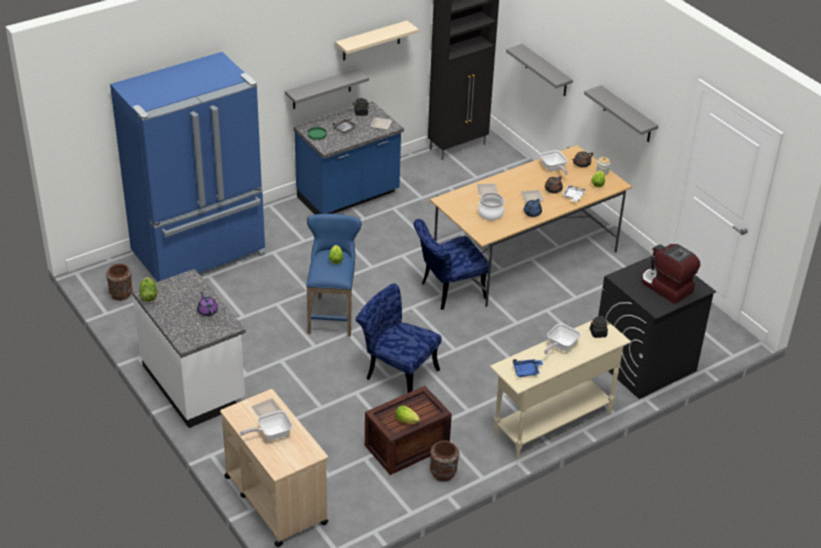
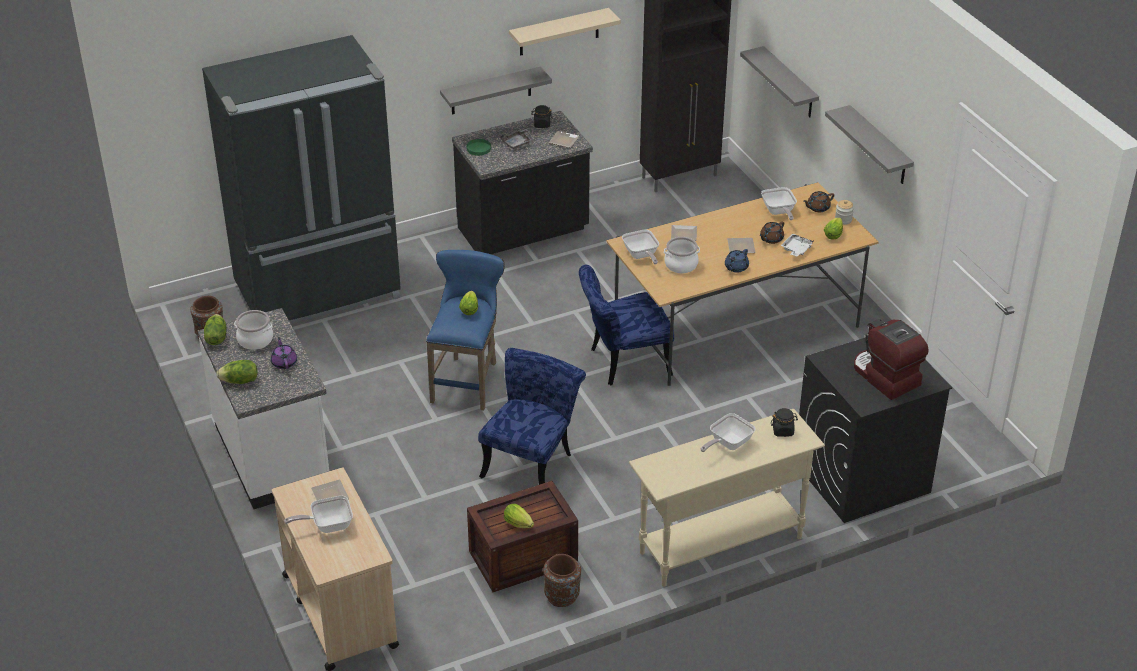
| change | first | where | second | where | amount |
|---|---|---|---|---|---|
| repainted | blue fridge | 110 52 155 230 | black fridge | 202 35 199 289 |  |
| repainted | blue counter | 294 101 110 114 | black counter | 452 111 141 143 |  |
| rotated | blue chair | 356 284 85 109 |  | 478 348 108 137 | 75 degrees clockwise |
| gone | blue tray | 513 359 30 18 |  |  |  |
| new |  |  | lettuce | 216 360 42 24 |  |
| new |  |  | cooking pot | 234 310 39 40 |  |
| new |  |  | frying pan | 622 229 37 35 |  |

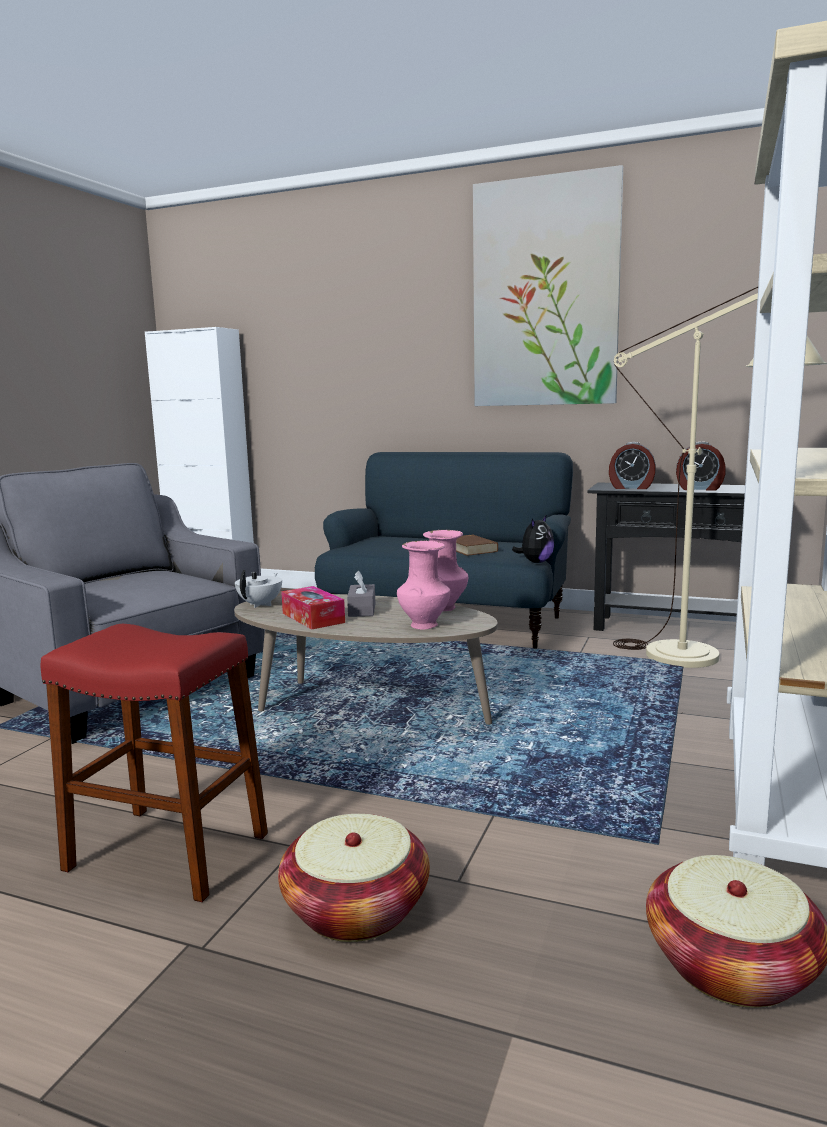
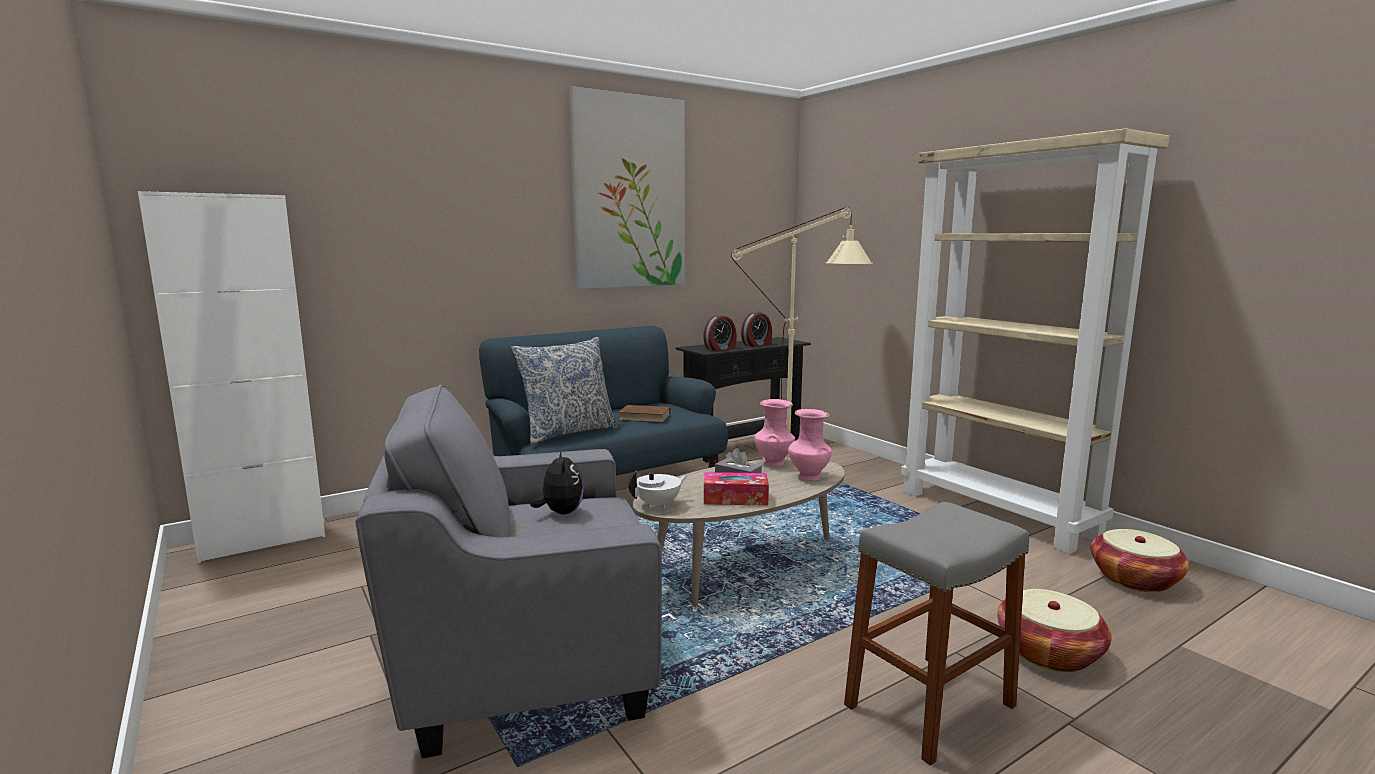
| change | first | where | second | where | amount |
|---|---|---|---|---|---|
| repainted | red stool | 41 624 227 278 | grey stool | 844 502 185 264 |  |
| rotated | white teapot | 235 570 47 38 |  | 629 470 59 39 | 90 degrees clockwise |
| shifted | plush toy | 512 516 42 47 |  | 530 449 54 66 |  |
| new |  |  | pillow | 511 337 108 108 |  |

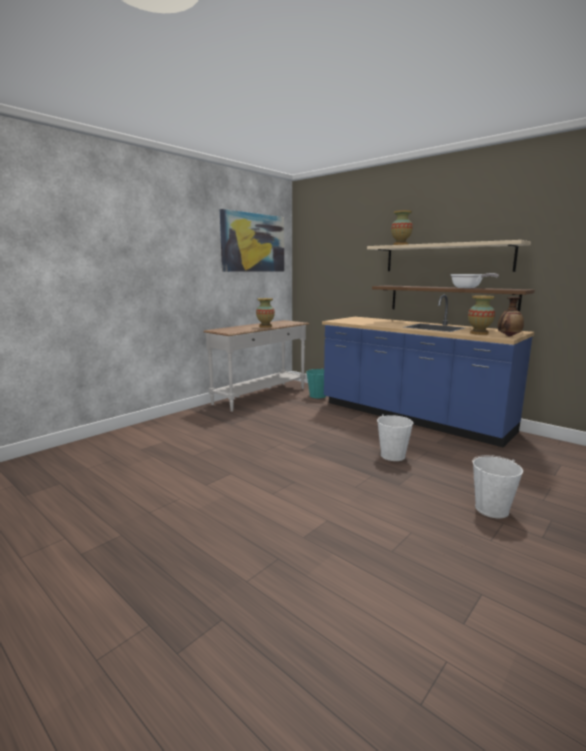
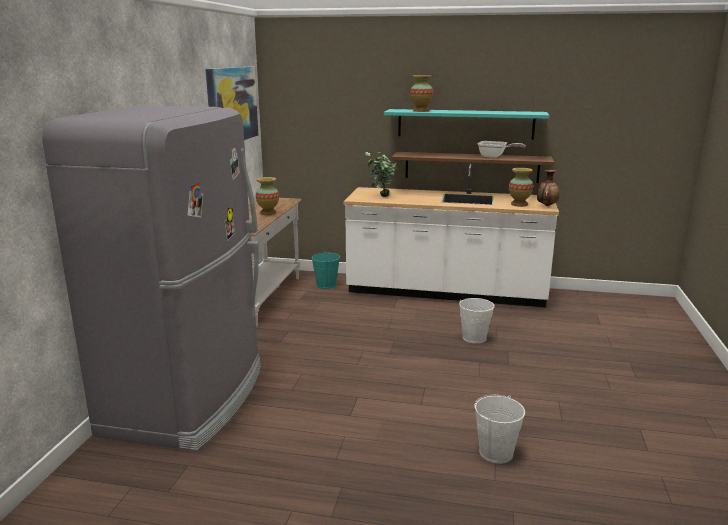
| change | first | where | second | where | amount |
|---|---|---|---|---|---|
| repainted | blue counter | 322 295 212 152 | white counter | 343 164 216 143 |  |
| repainted | beige shelf | 367 240 164 32 | turquoise shelf | 384 109 165 31 |  |
| shifted | white bucket | 472 455 51 63 |  | 474 395 51 69 |  |
| new |  |  | grey fridge | 42 105 219 346 |  |
| new |  |  | potted plant | 365 152 34 45 |  |

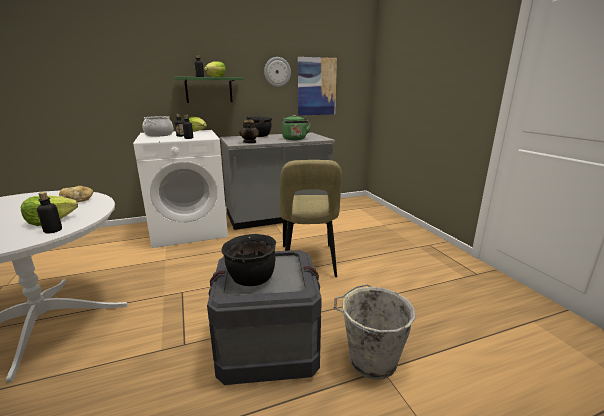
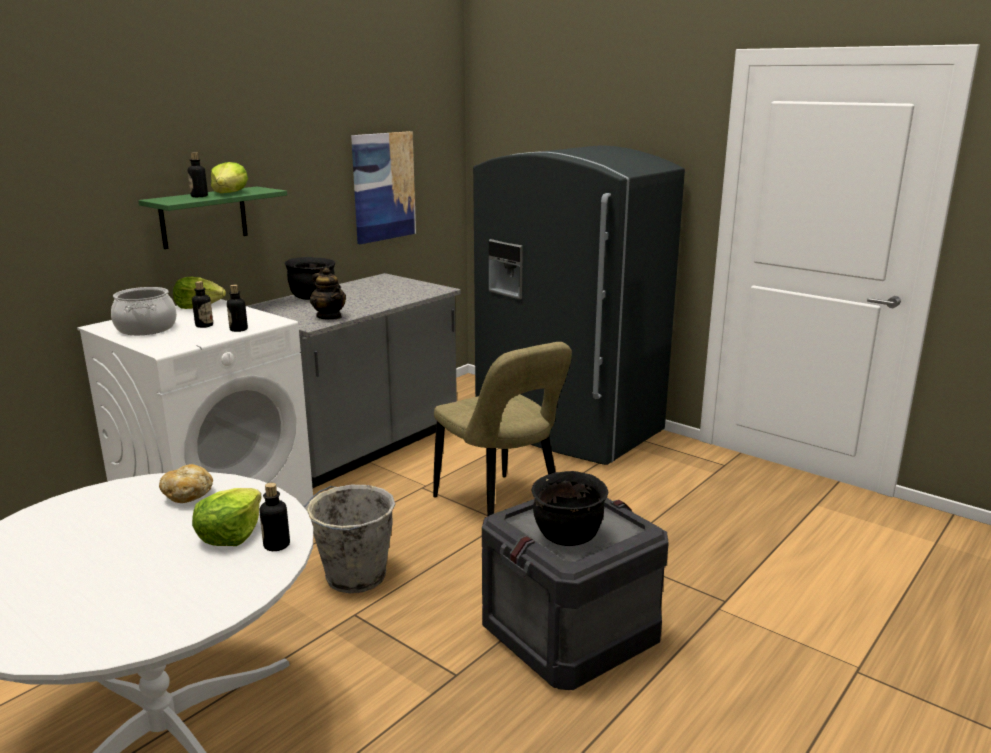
| change | first | where | second | where | amount |
|---|---|---|---|---|---|
| gone | wall clock | 264 57 27 30 |  |  |  |
| gone | green kettle | 282 115 30 25 |  |  |  |
| shifted | grey bucket | 334 284 81 96 |  | 303 485 92 108 |  |
| new |  |  | grey fridge | 473 146 212 319 |  |

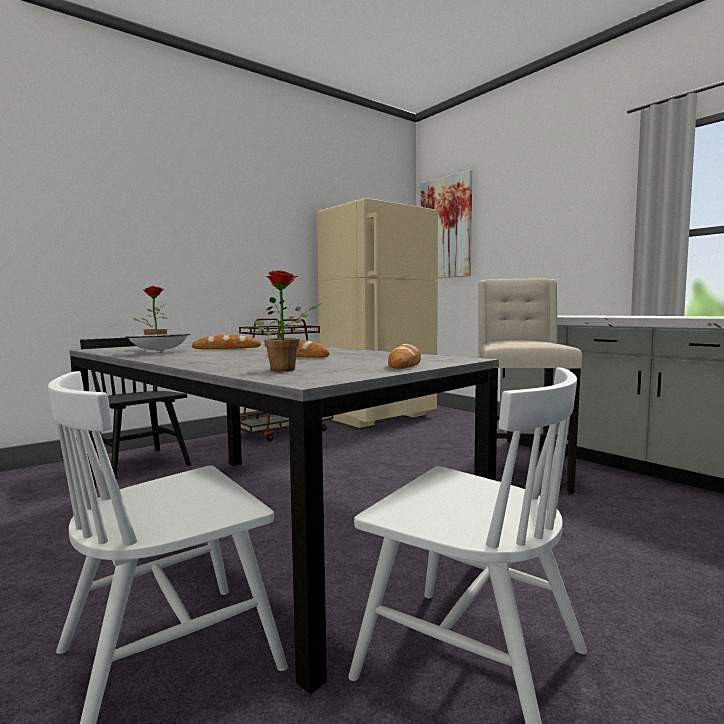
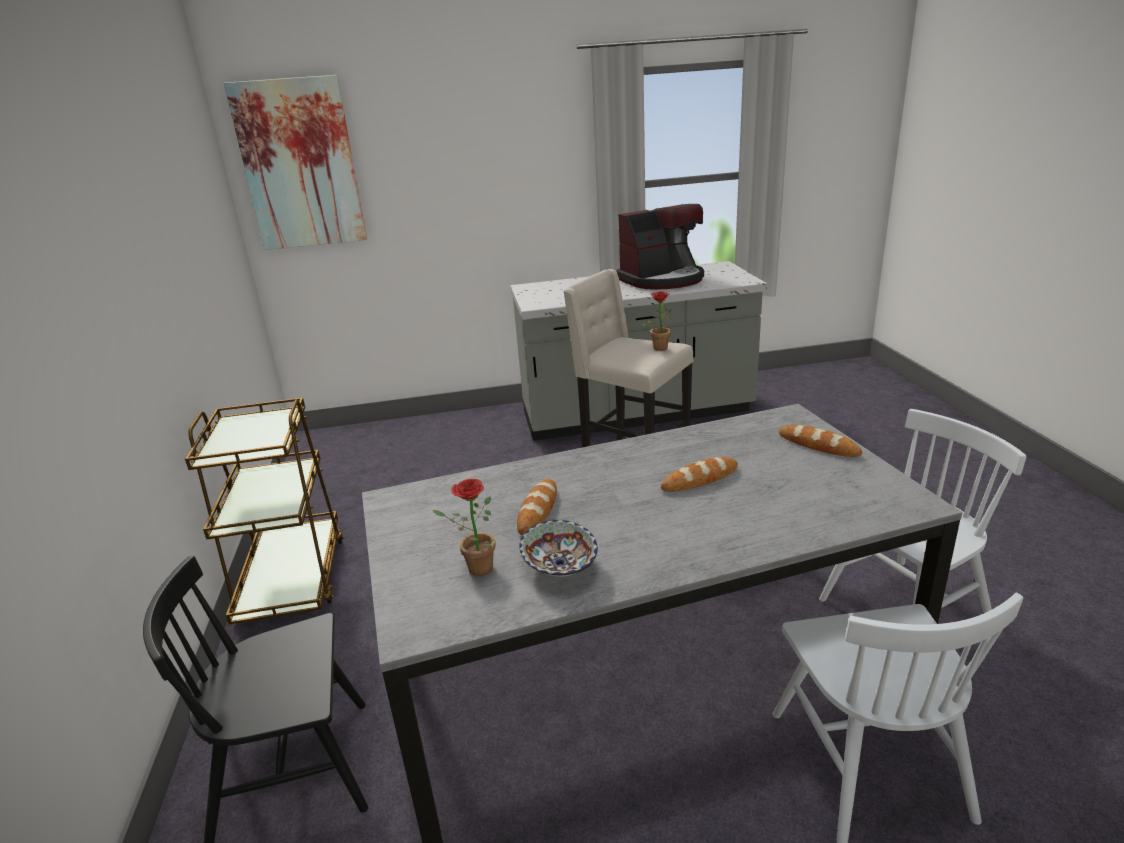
| change | first | where | second | where | amount |
|---|---|---|---|---|---|
| shifted | potted plant | 255 270 66 101 |  | 642 292 30 59 |  |
| gone | beige fridge | 317 198 121 230 |  |  |  |
| new |  |  | coffee machine | 616 204 88 86 |  |

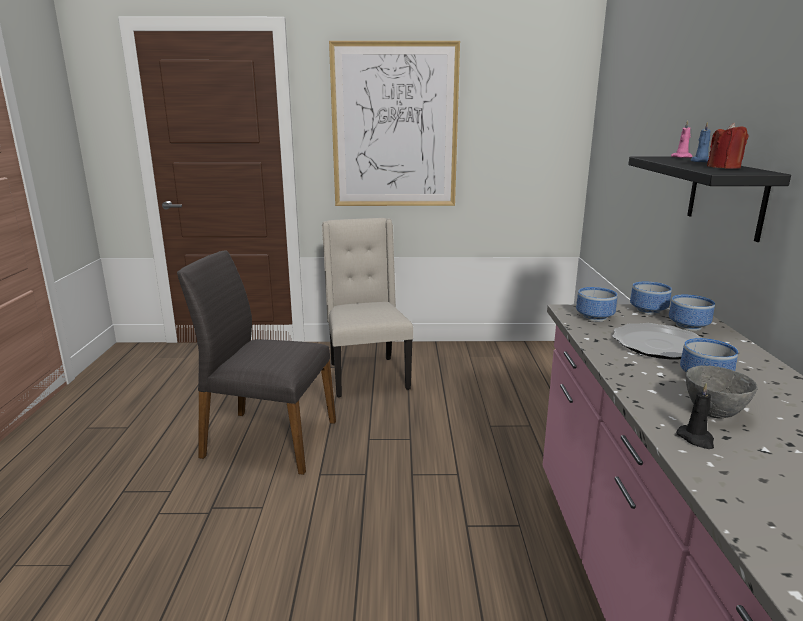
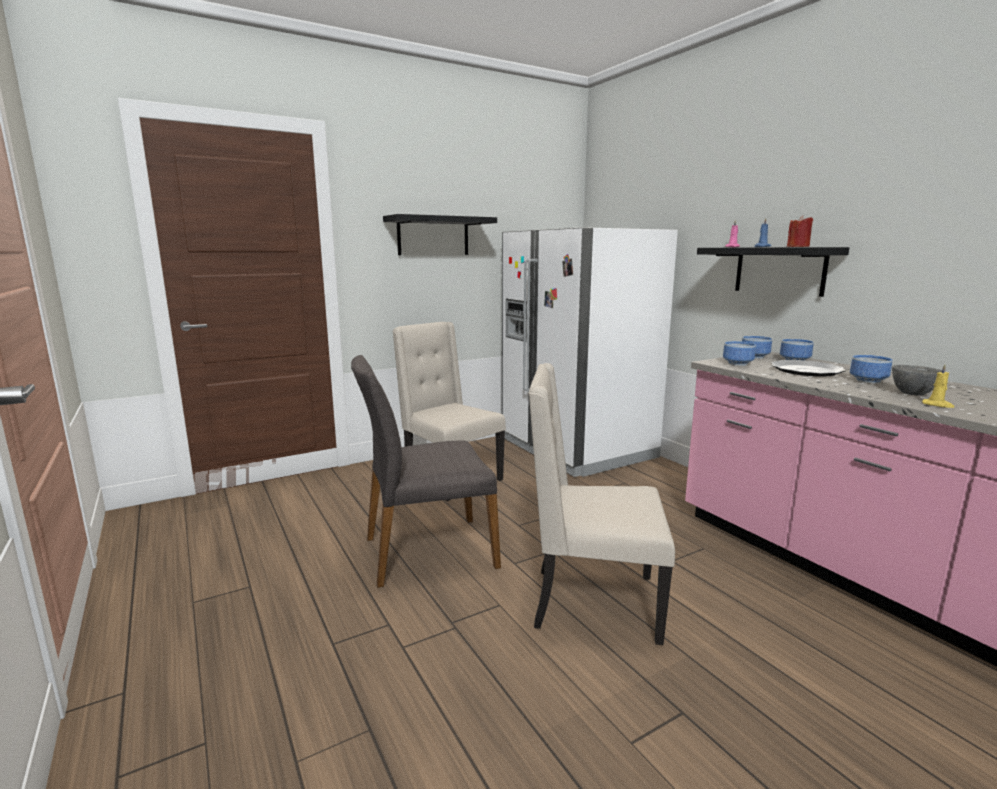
| change | first | where | second | where | amount |
|---|---|---|---|---|---|
| swapped | picture | 329 41 131 165 | black shelf | 383 214 114 41 |  |
| repainted | black candle | 676 383 38 66 | yellow candle | 922 364 32 44 |  |
| new |  |  | white fridge | 502 227 176 250 |  |
| new |  |  | beige chair | 528 363 147 282 |  |

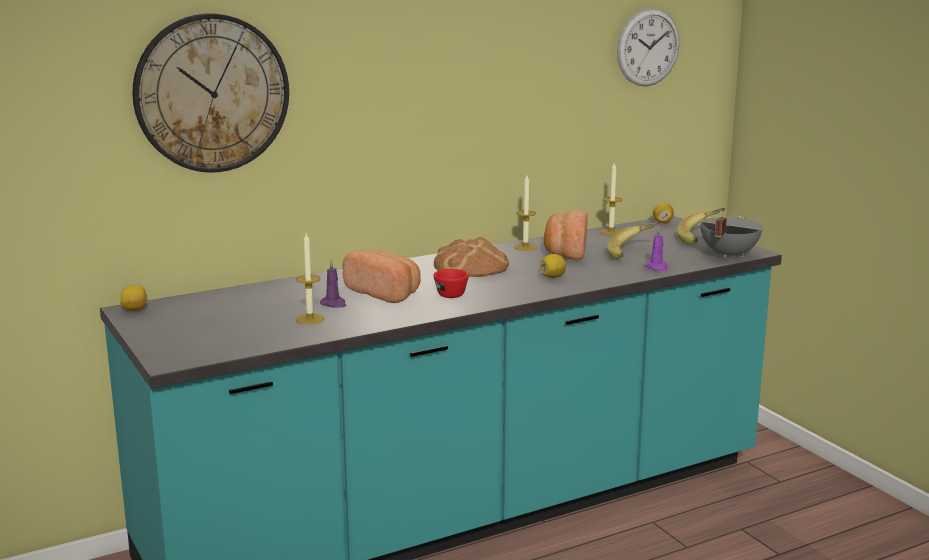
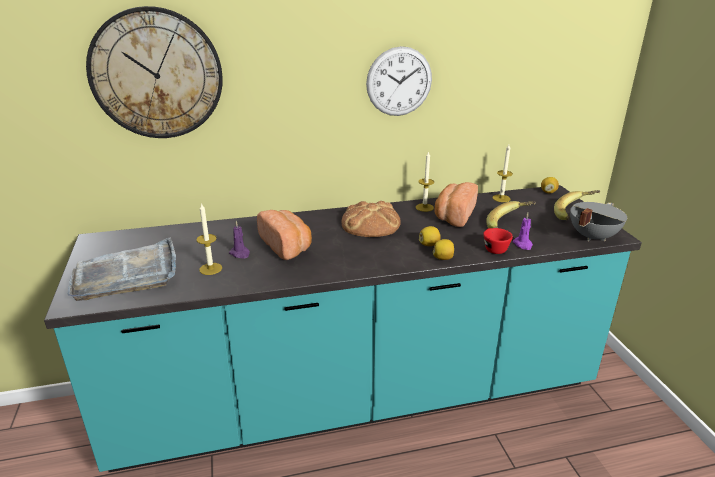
| change | first | where | second | where | amount |
|---|---|---|---|---|---|
| shifted | lemon | 120 285 28 26 |  | 433 239 21 21 |  |
| shifted | red cup | 433 269 36 29 |  | 483 228 30 26 |  |
| shifted | wall clock | 617 8 62 78 |  | 366 46 66 70 |  |
| new |  |  | grey tray | 68 237 108 64 |  |

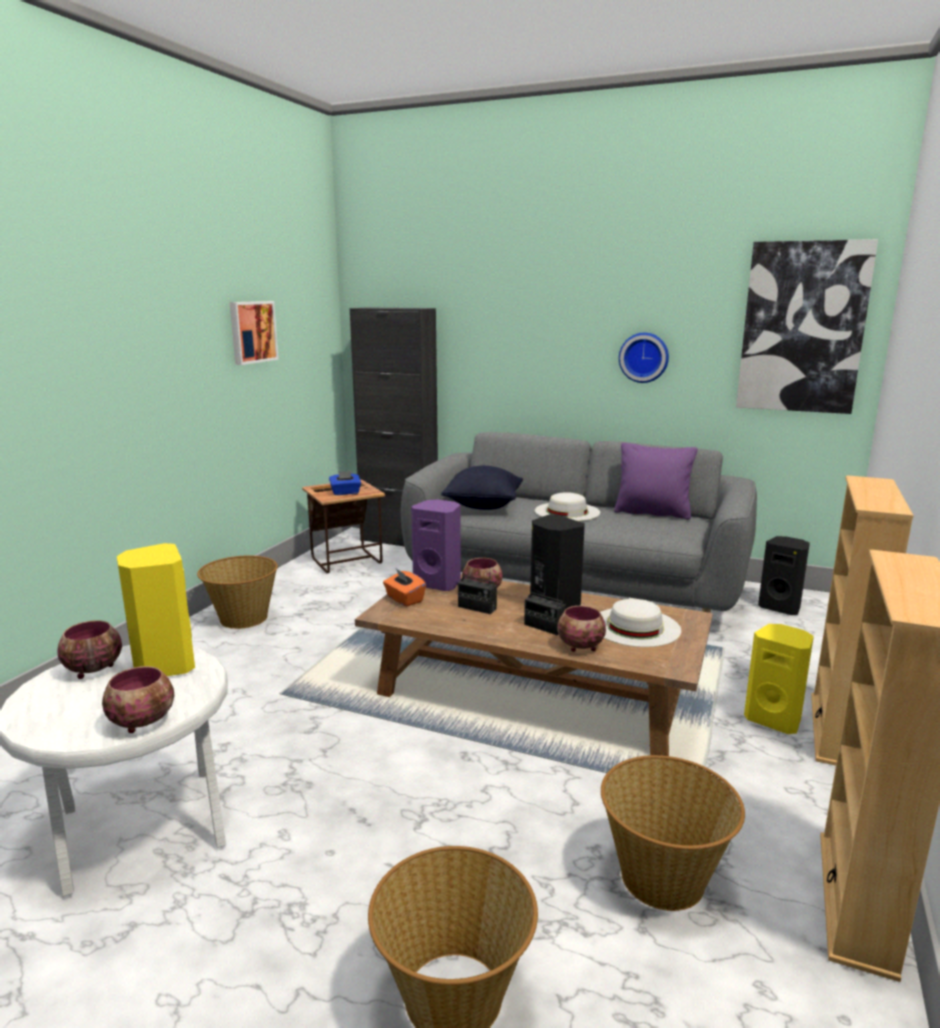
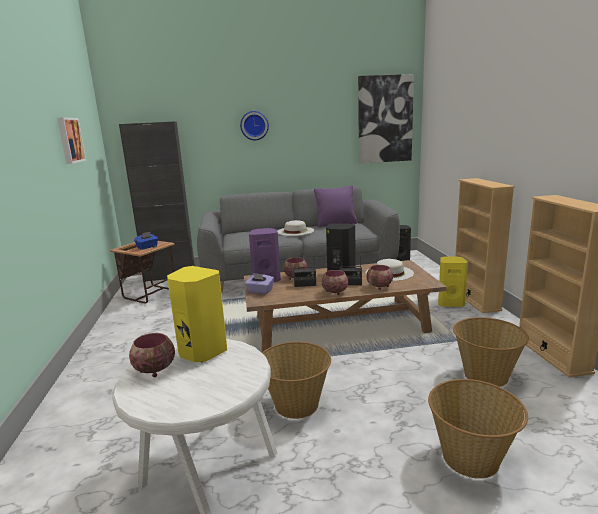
| change | first | where | second | where | amount |
|---|---|---|---|---|---|
| shifted | bowl | 102 666 72 67 |  | 322 270 26 25 |  |
| shifted | basket | 197 556 81 73 |  | 262 342 69 77 |  |
| repainted | orange tissue box | 383 569 43 38 | purple tissue box | 245 273 29 21 |  |
| gone | black pillow | 441 466 82 44 |  |  |  |
| shifted | wall clock | 619 333 50 50 |  | 240 111 29 30 |  |

